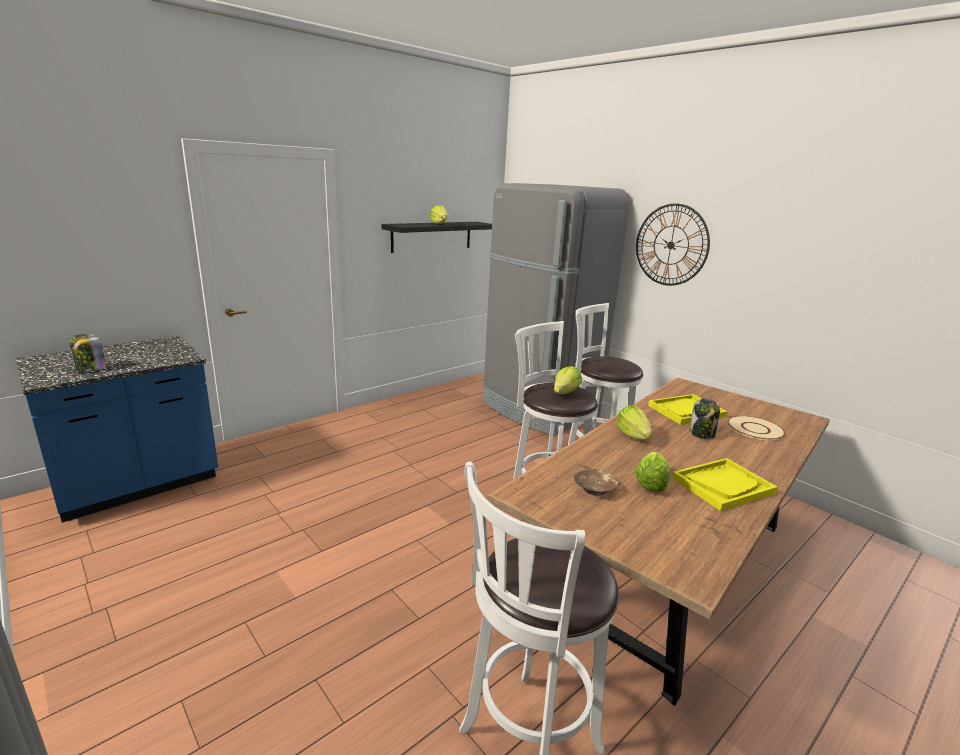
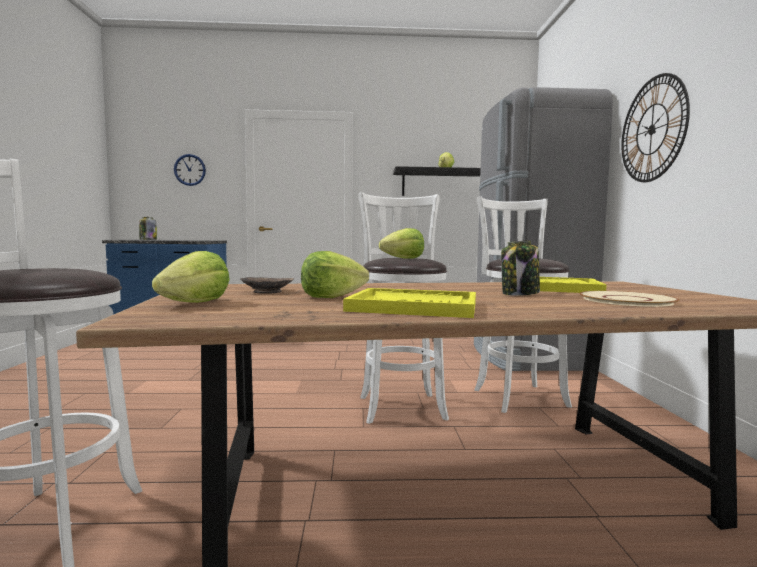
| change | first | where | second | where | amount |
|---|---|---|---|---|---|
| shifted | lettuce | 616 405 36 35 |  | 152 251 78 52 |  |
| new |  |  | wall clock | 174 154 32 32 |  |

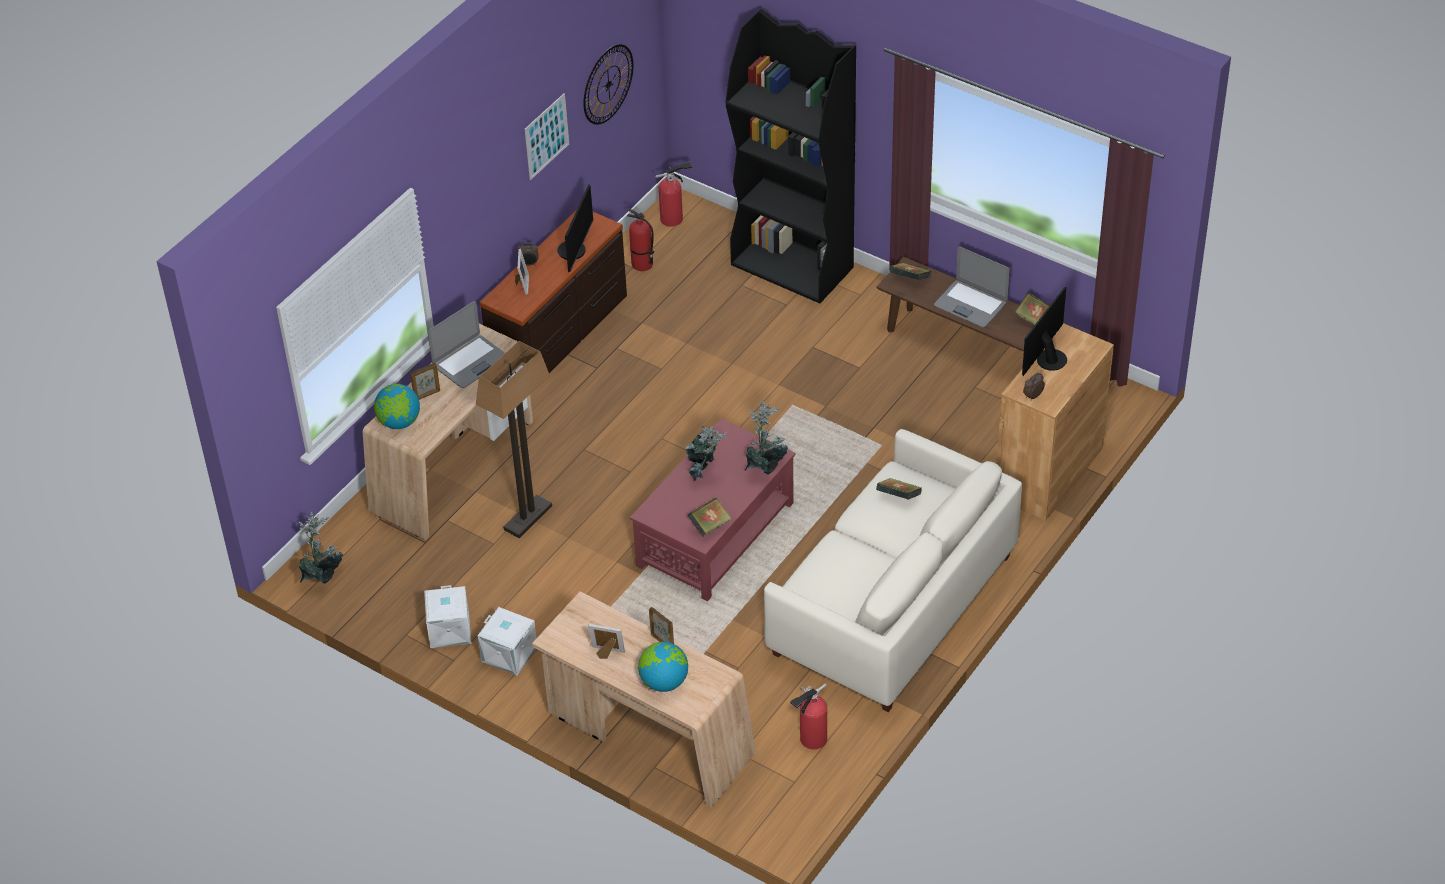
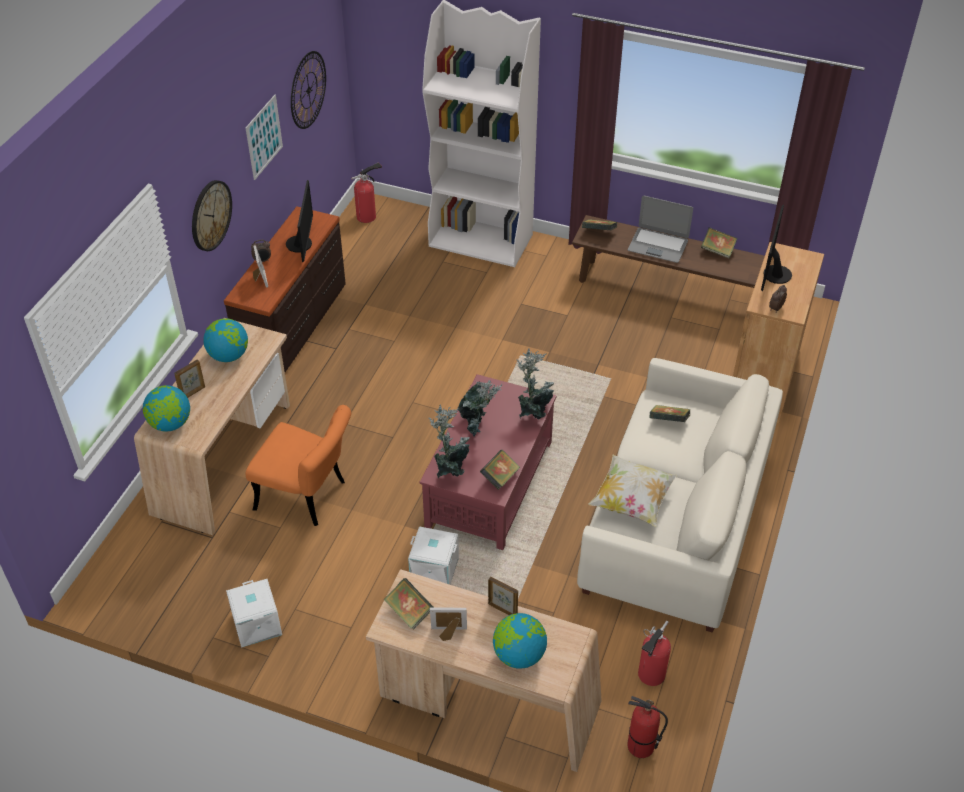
| change | first | where | second | where | amount |
|---|---|---|---|---|---|
| shifted | potted plant | 299 511 44 73 |  | 428 404 42 75 |  |
| swapped | laptop | 428 301 77 87 | globe | 203 318 45 44 |  |
| swapped | floor lamp | 476 341 76 197 | orange chair | 246 405 105 121 |  |
| shifted | white storage box | 477 607 59 69 |  | 408 526 51 59 |  |
| shifted | fire extinguisher | 627 208 27 63 |  | 628 696 40 62 |  |
| repainted | black bookcase | 726 9 130 294 | white bookcase | 422 0 119 267 |  |
| new |  |  | wall clock | 192 180 40 71 |  |
| new |  |  | book | 384 578 49 51 |  |
| new |  |  | pillow | 588 455 89 72 |  |

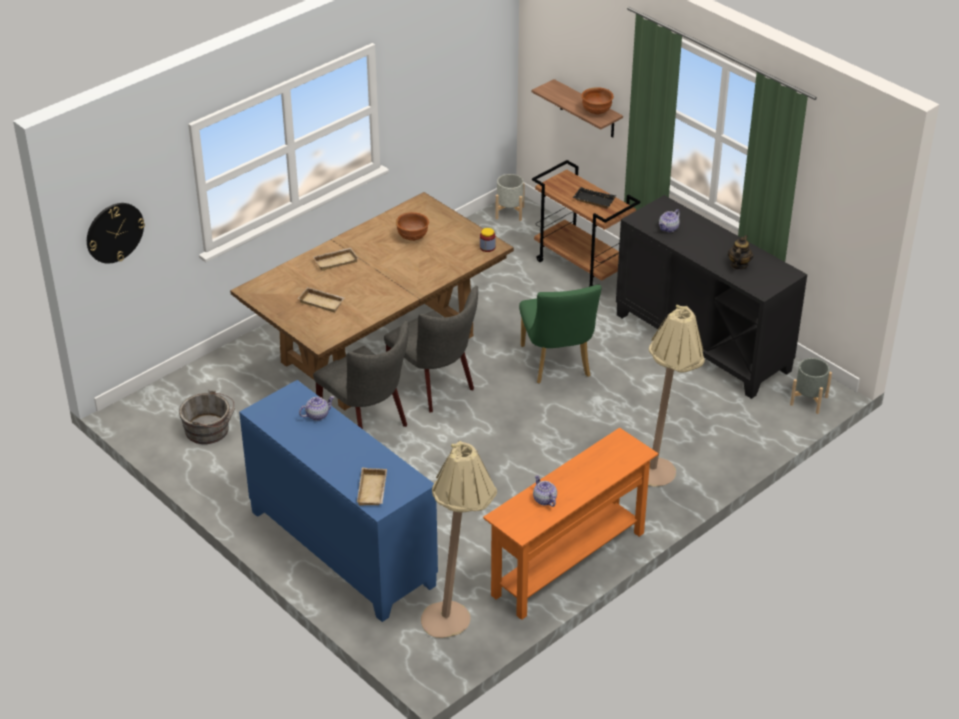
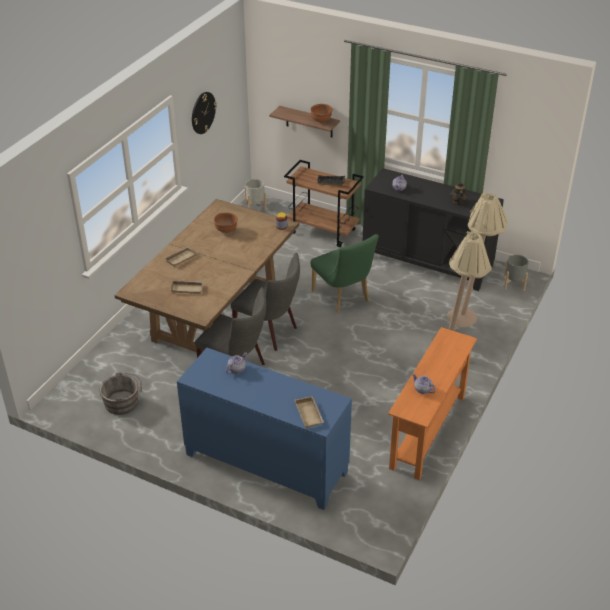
| change | first | where | second | where | amount |
|---|---|---|---|---|---|
| shifted | wall clock | 87 203 58 61 |  | 192 92 25 42 |  |
| shifted | beige floor lamp | 421 441 76 197 |  | 447 193 61 135 |  |

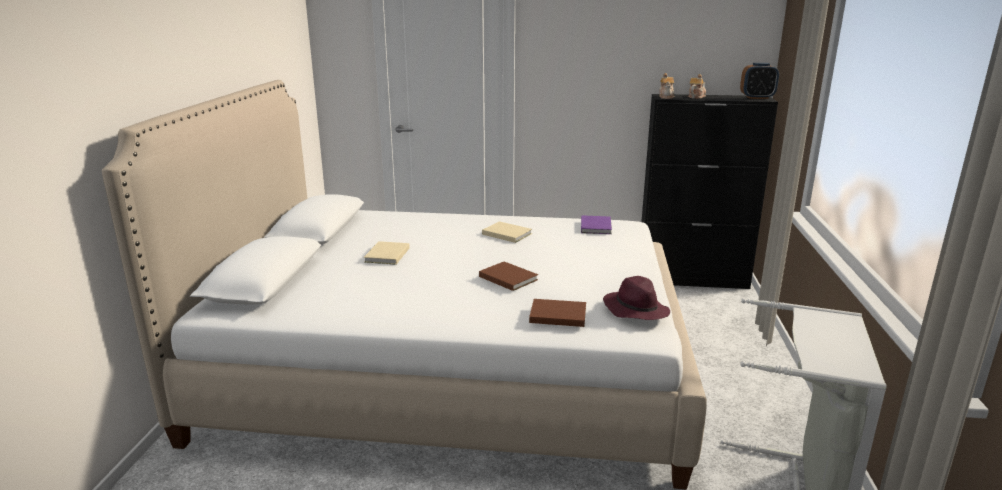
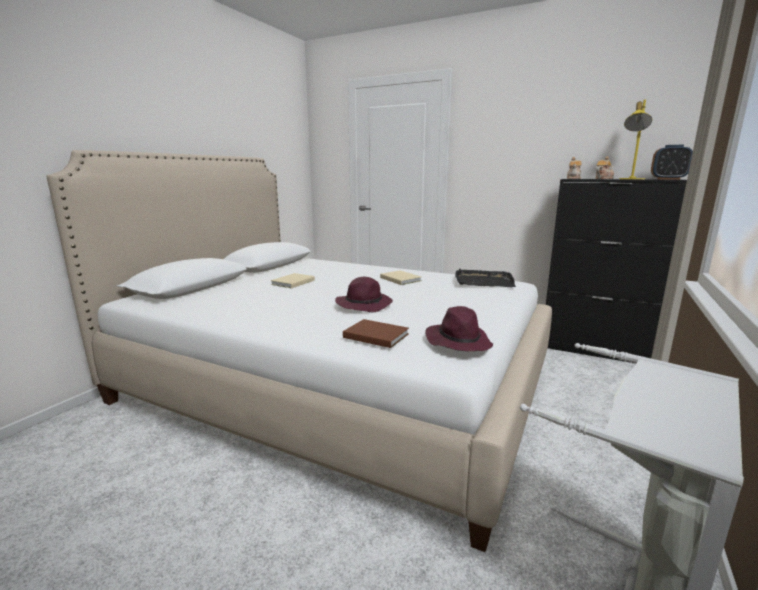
| change | first | where | second | where | amount |
|---|---|---|---|---|---|
| swapped | brown book | 479 261 59 30 | purple hat | 335 277 58 36 |  |
| swapped | purple book | 581 215 31 19 | black tray | 455 269 61 18 |  |
| new |  |  | yellow table lamp | 619 100 33 79 |  |

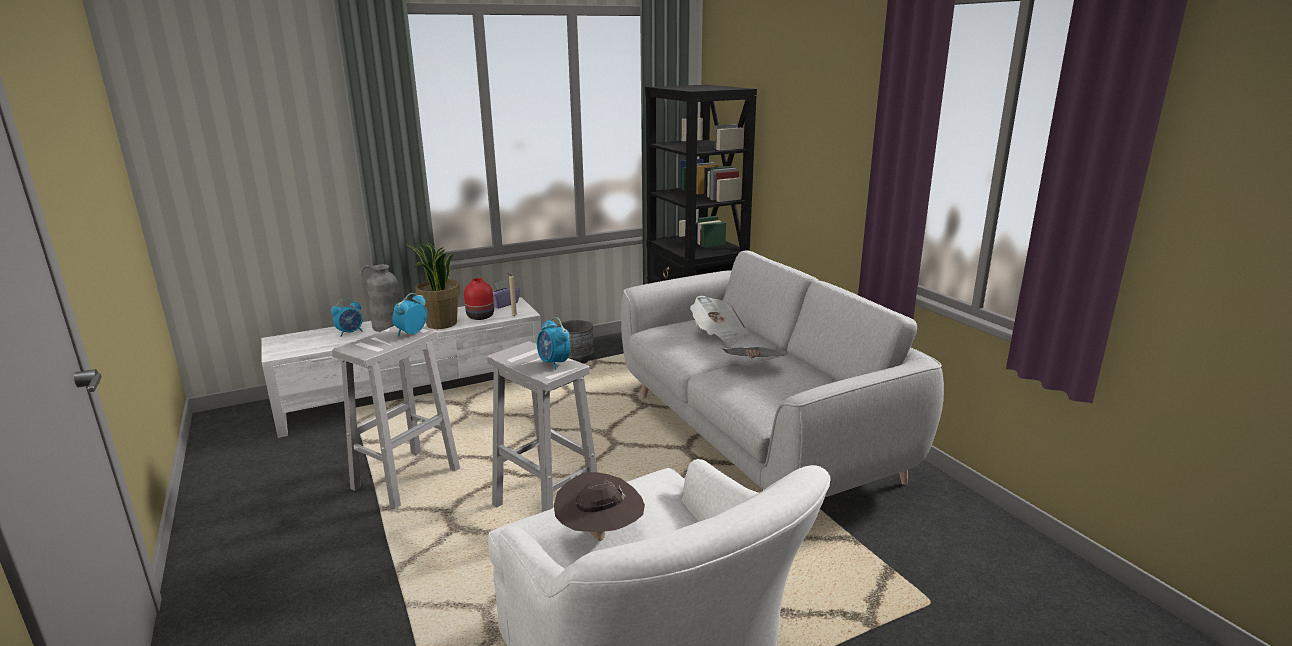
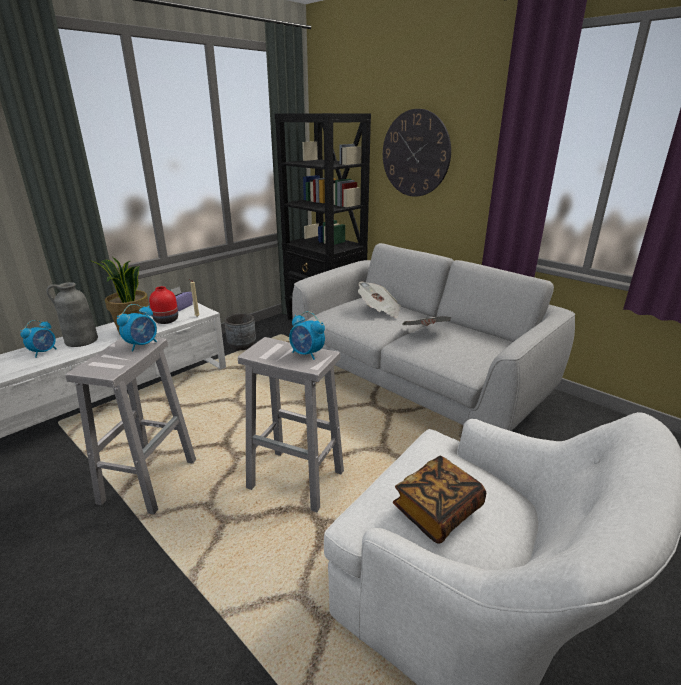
| change | first | where | second | where | amount |
|---|---|---|---|---|---|
| rotated | alarm clock | 392 293 35 44 |  | 117 304 40 48 | 150 degrees counterclockwise |
| swapped | brown hat | 554 472 91 69 | book | 393 456 93 88 |  |
| new |  |  | wall clock | 383 109 68 88 |  |

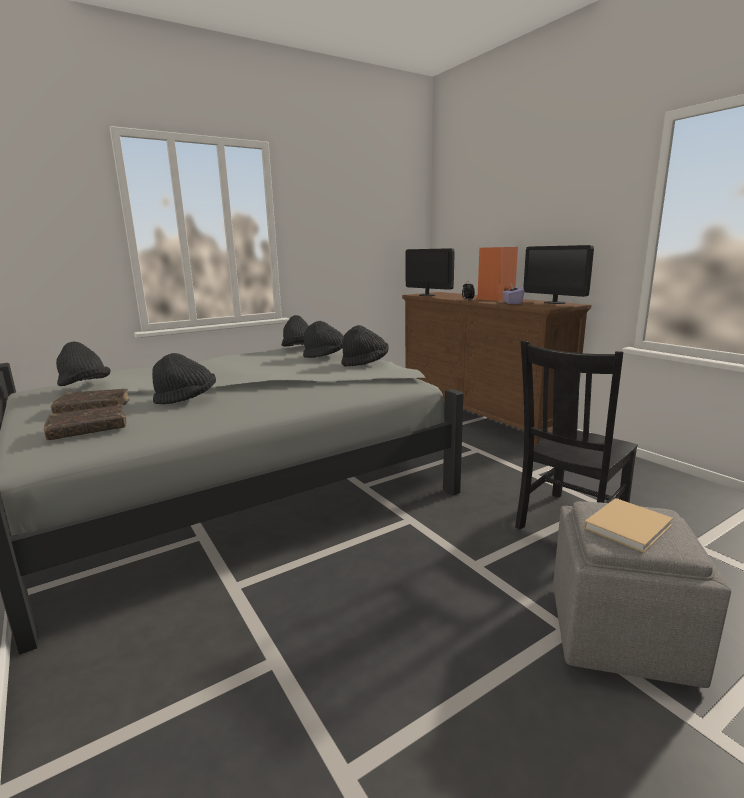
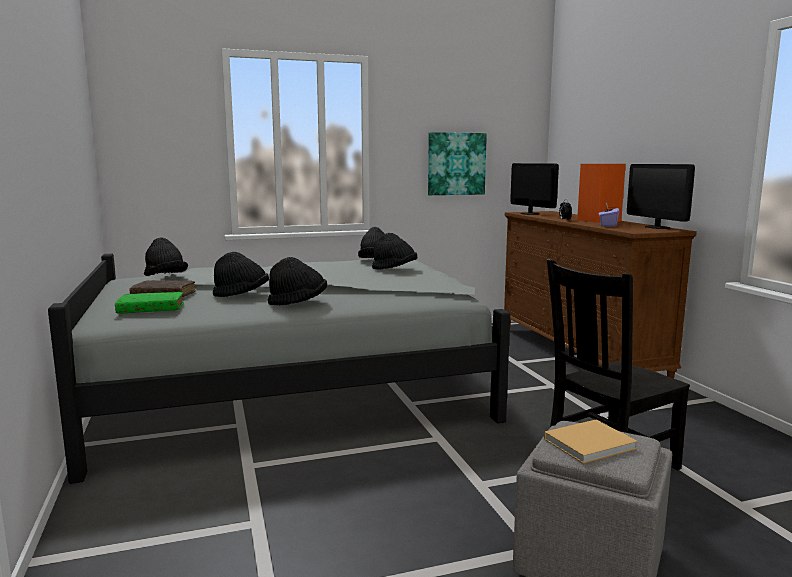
| change | first | where | second | where | amount |
|---|---|---|---|---|---|
| repainted | brown book | 44 405 82 35 | green book | 115 291 69 23 |  |
| shifted | black hat | 341 325 48 42 |  | 268 257 59 48 |  |
| new |  |  | picture | 428 132 59 63 |  |

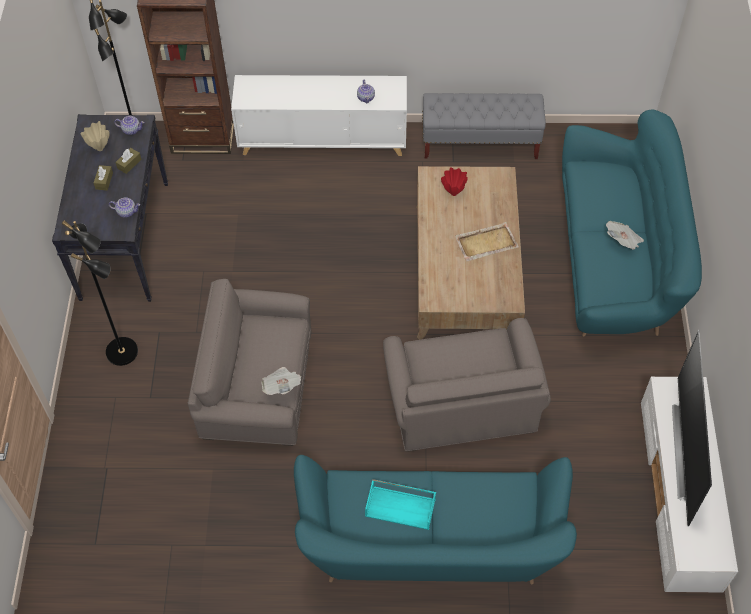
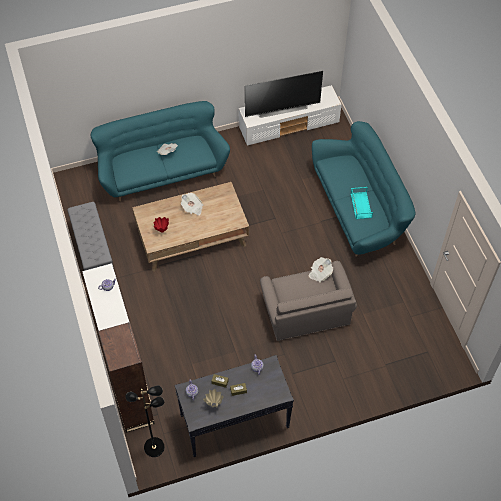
| change | first | where | second | where | amount |
|---|---|---|---|---|---|
| gone | black floor lamp | 62 220 76 146 |  |  |  |
| gone | grey armchair | 383 318 168 134 |  |  |  |
| swapped | beige tray | 455 222 64 40 | newspaper | 181 193 23 23 |  |

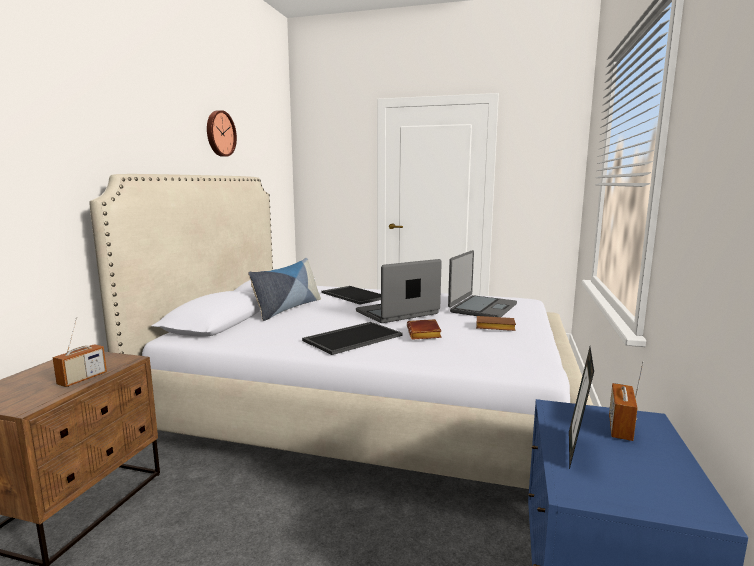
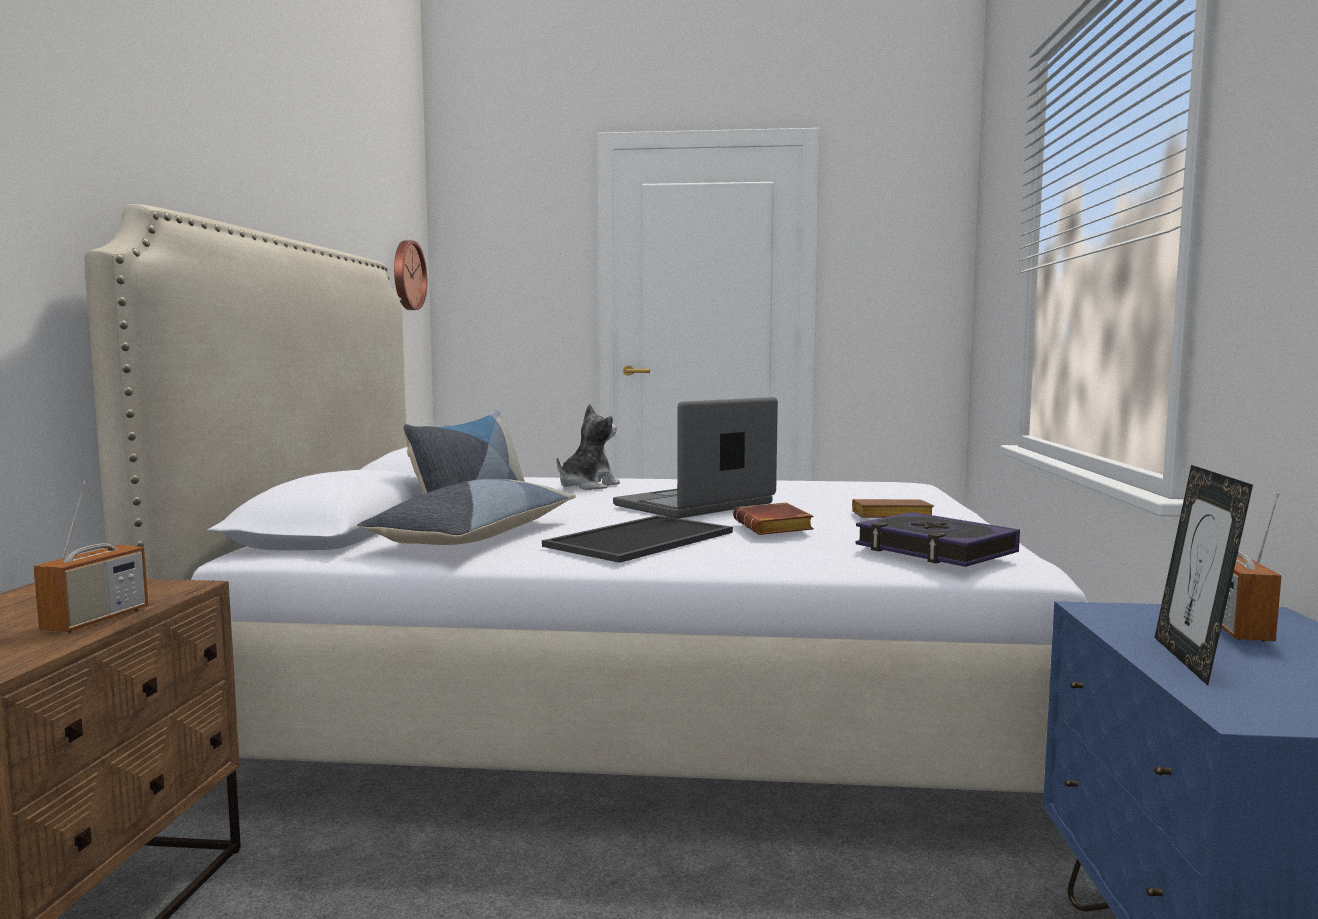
| change | first | where | second | where | amount |
|---|---|---|---|---|---|
| shifted | wall clock | 207 110 30 47 |  | 394 240 33 70 |  |
| swapped | tray | 322 286 59 19 | plush toy | 557 404 63 86 |  |
| gone | laptop | 448 250 69 67 |  |  |  |
| new |  |  | pillow | 357 479 219 66 |  |
| new |  |  | book | 856 512 164 55 |  |

